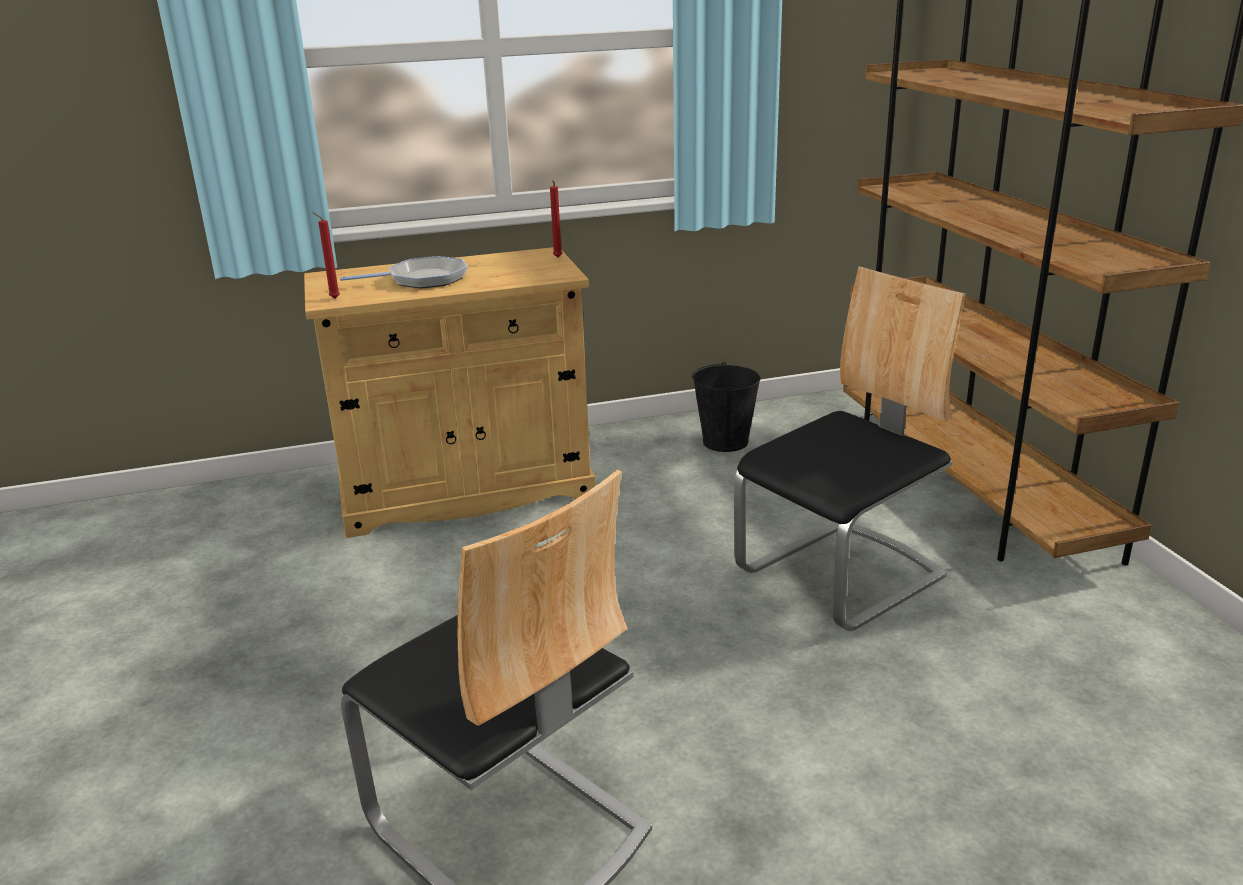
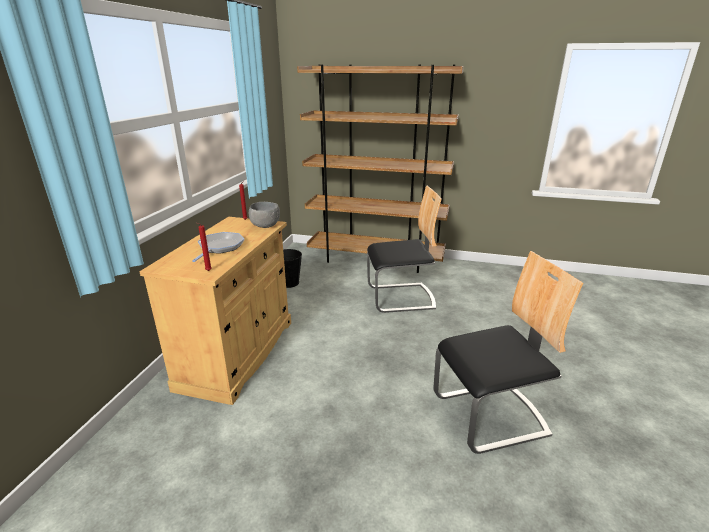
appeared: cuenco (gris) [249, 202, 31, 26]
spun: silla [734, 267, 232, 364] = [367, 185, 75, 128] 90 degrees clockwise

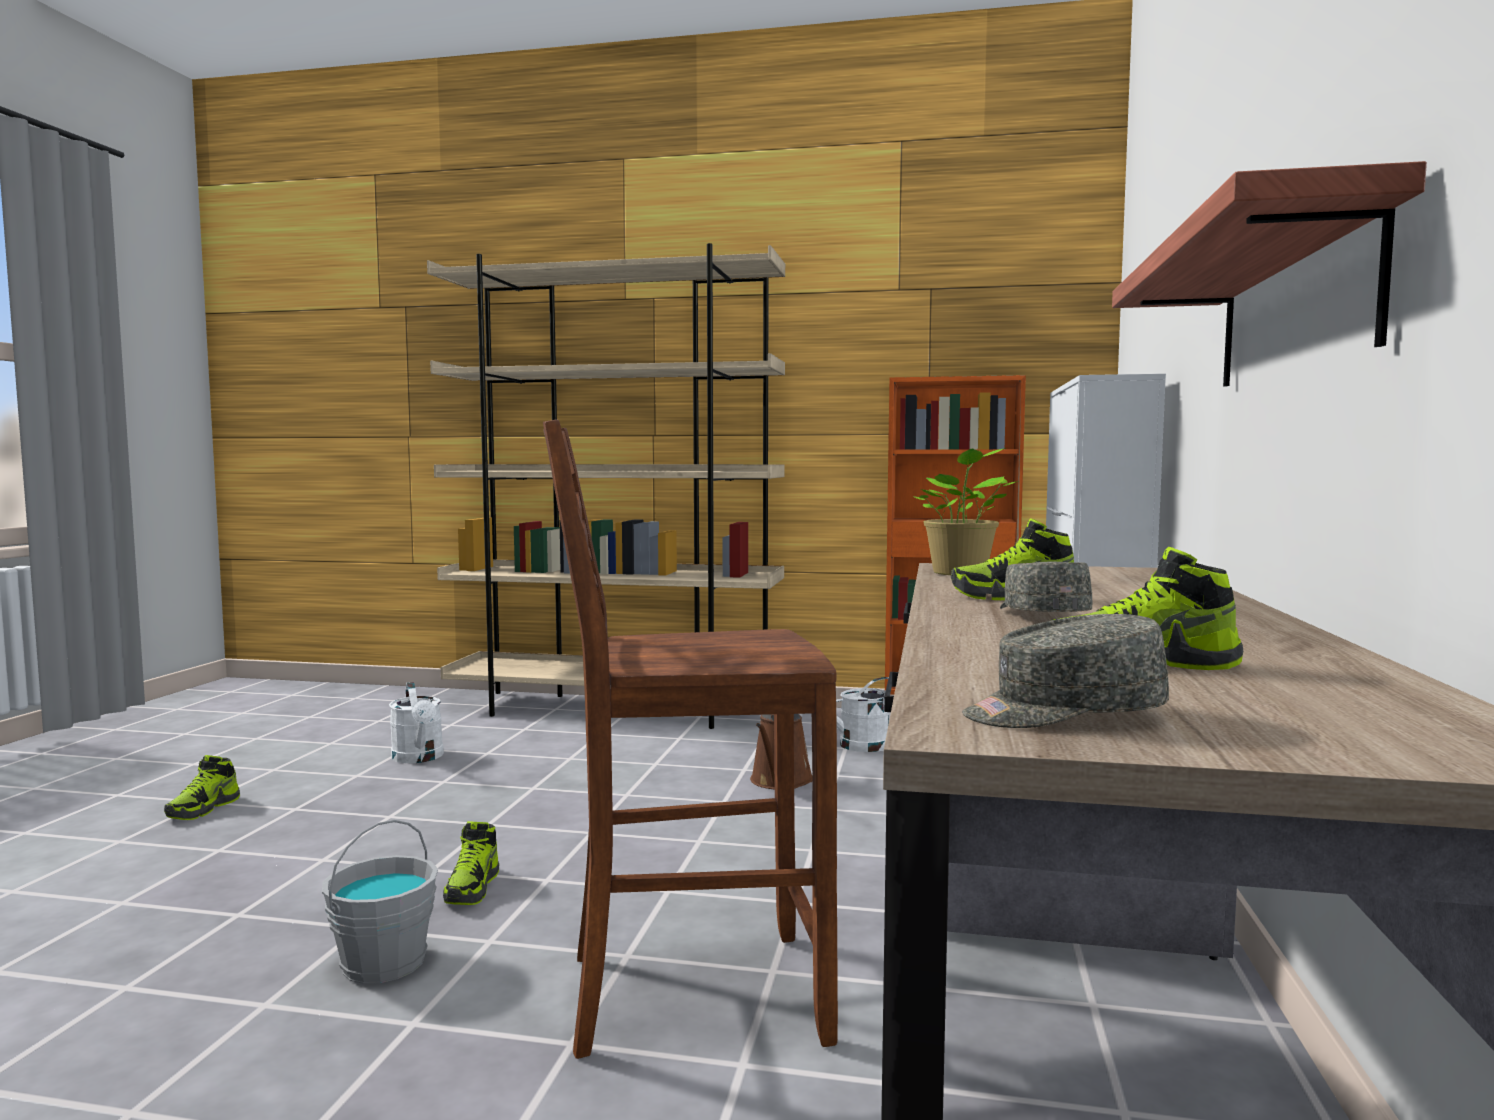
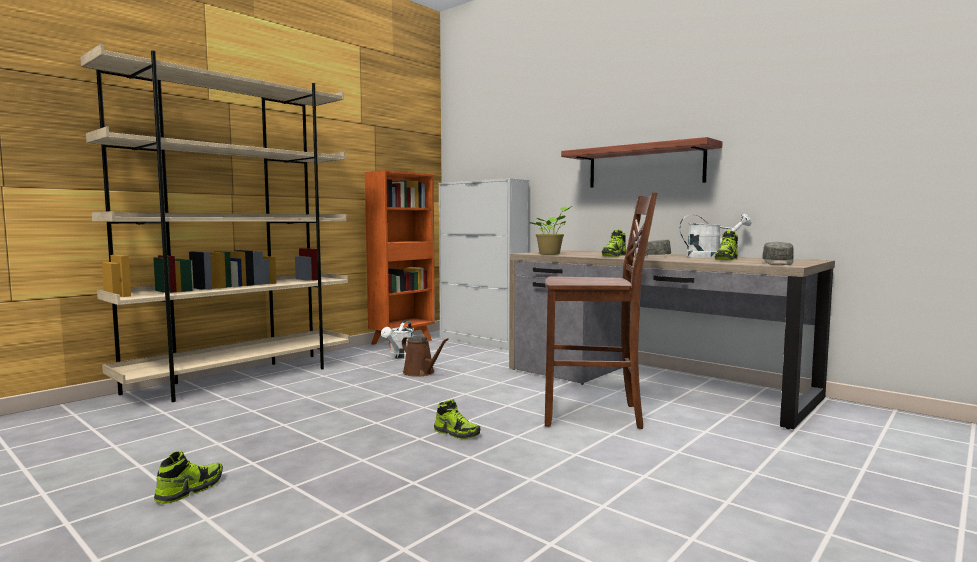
missing: cubo (gris) [322, 820, 116, 164]
relocated: regadera (blanco) [389, 682, 55, 81] to [679, 214, 73, 44]
spun: silla (marrón) [543, 420, 295, 639] = [545, 192, 113, 237] 105 degrees counterclockwise; zapato [164, 755, 76, 65] = [154, 451, 69, 52] 105 degrees counterclockwise

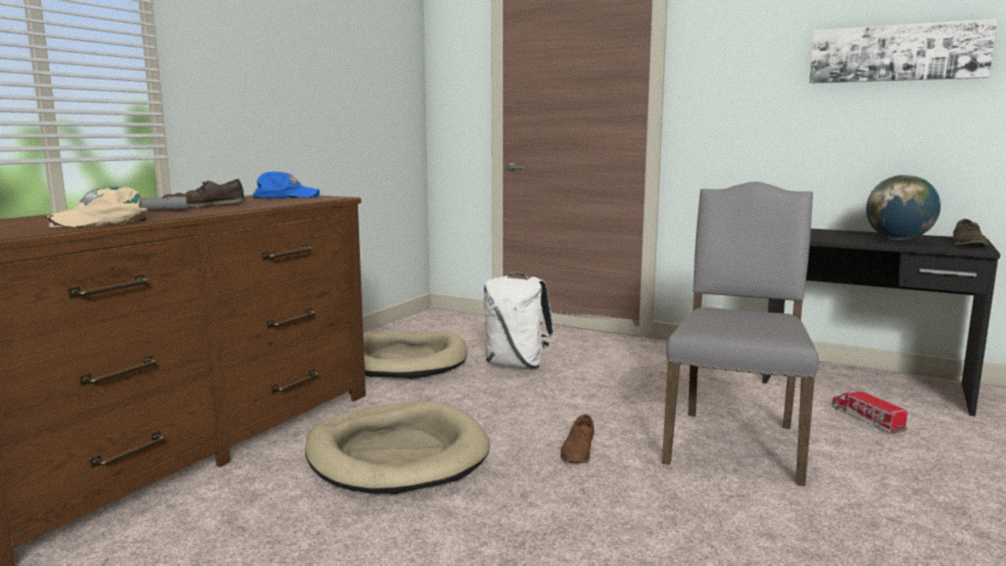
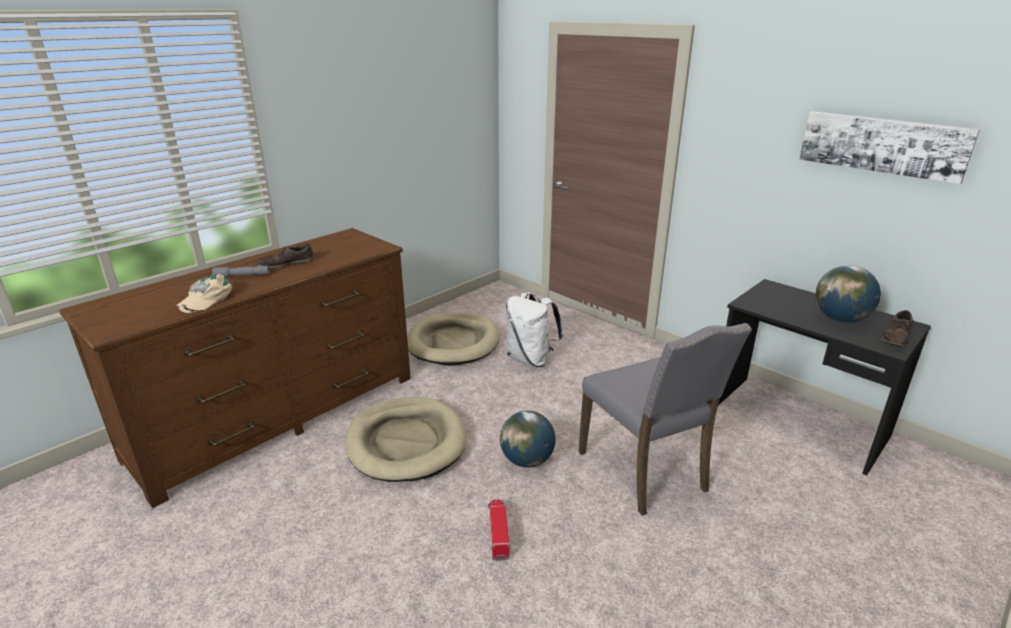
missing: gorra (azul) [253, 172, 67, 27]
relocated: camión de juguete [832, 390, 76, 44] to [488, 500, 22, 61]
exchanged: zapato (marrón) [560, 414, 34, 49] to globo terráqueo [500, 411, 56, 57]
spun: silla (gris) [662, 182, 157, 304] = [578, 323, 174, 193] 120 degrees clockwise; gorra (beis) [46, 187, 102, 40] = [176, 274, 56, 39] 45 degrees counterclockwise

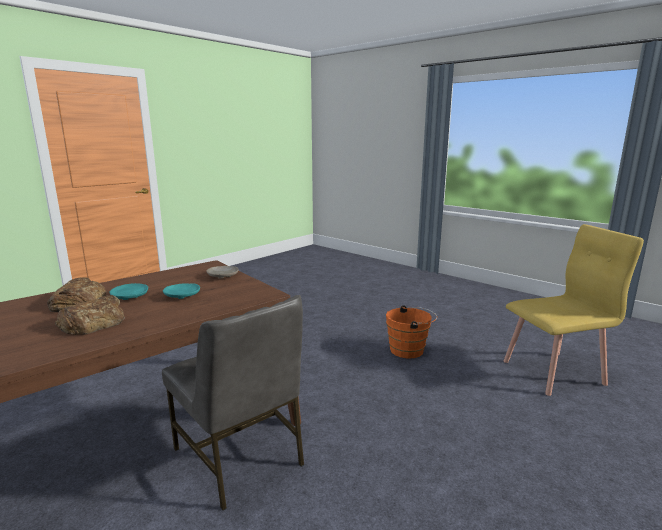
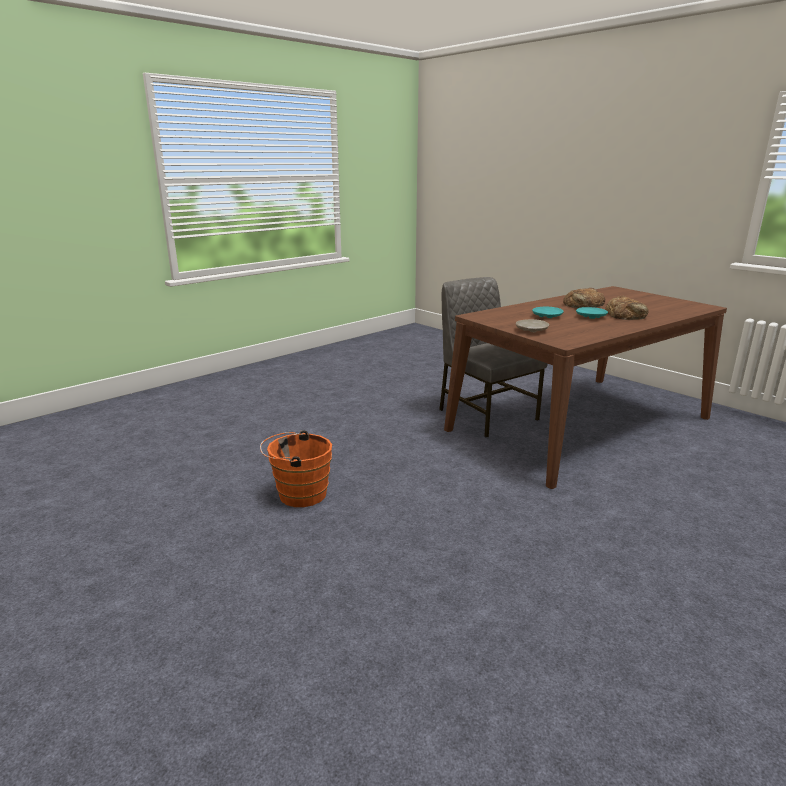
missing: silla (amarillo) [504, 224, 140, 172]

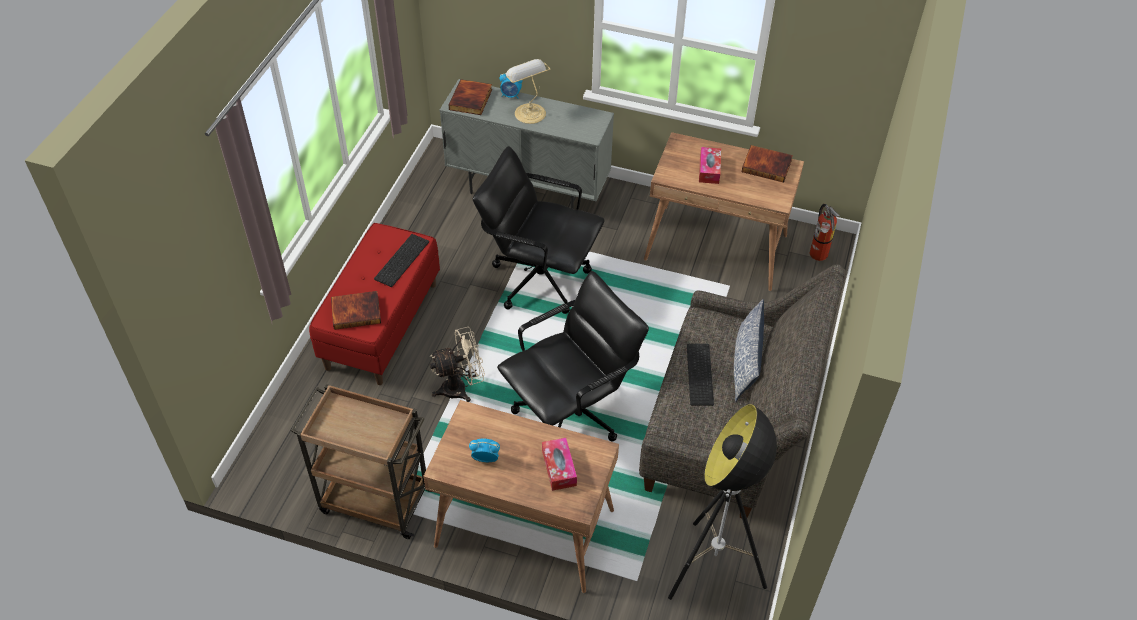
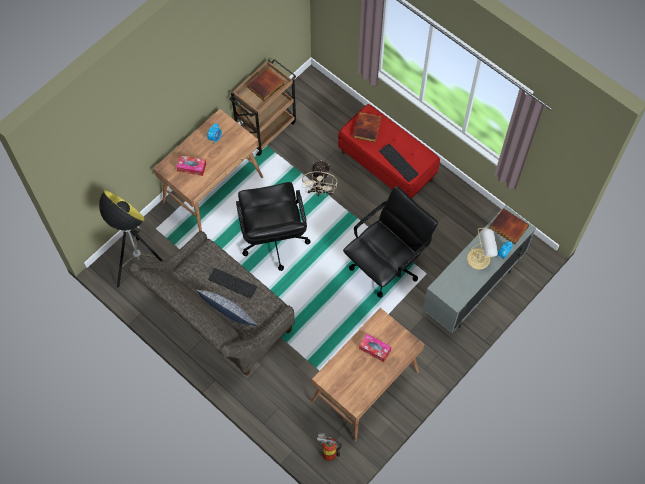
relocated: libro [742, 145, 51, 38] to [248, 68, 36, 33]

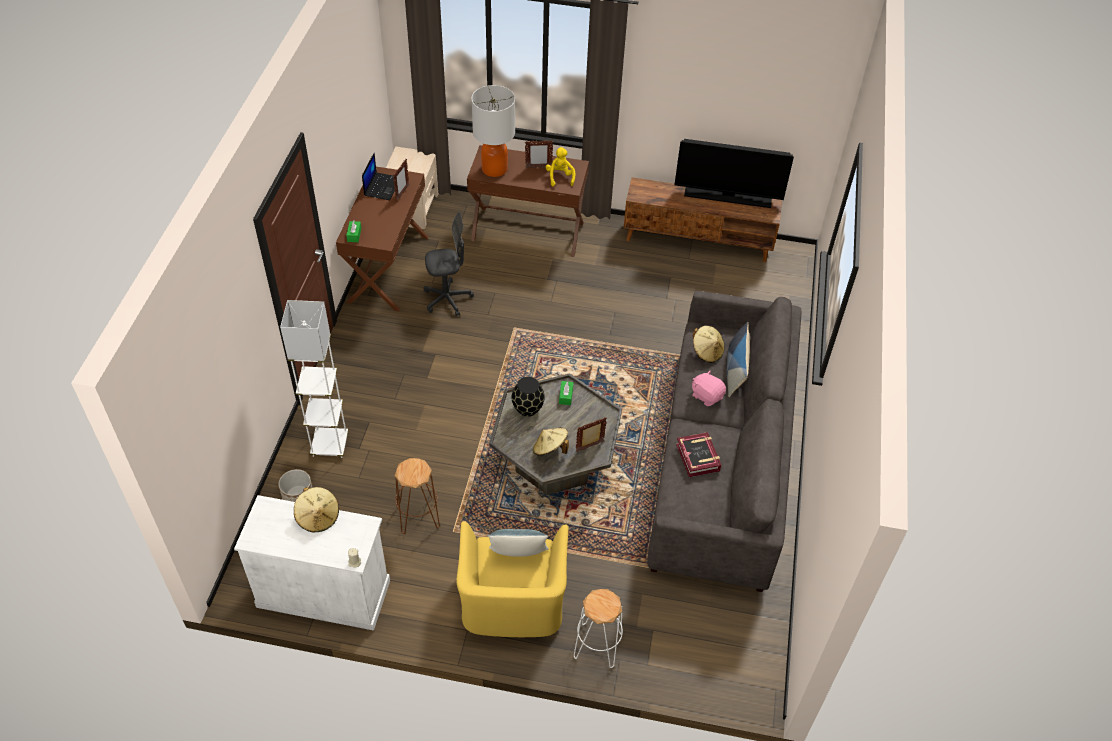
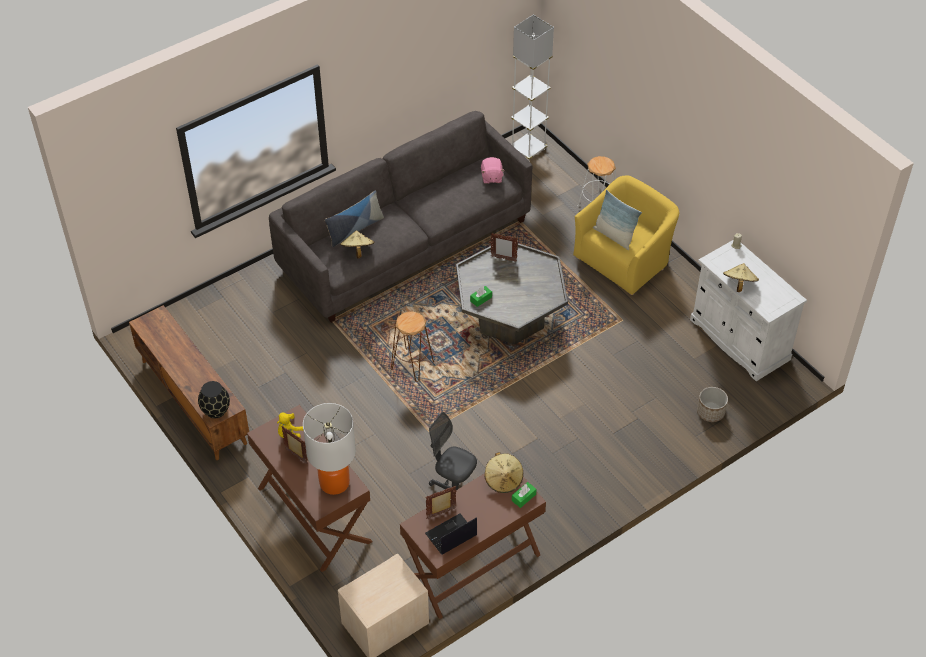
missing: televisor [674, 139, 120, 69]; libro [676, 432, 45, 45]
relocated: lámpara de pie (blanco) [280, 300, 68, 158] to [511, 14, 43, 147]; peluche (rosa) [692, 370, 34, 36] to [481, 157, 24, 27]; florero (negro) [511, 377, 34, 40] to [198, 381, 32, 37]; sombrero (beis) [533, 428, 36, 28] to [484, 452, 39, 41]; taburete (marrón) [395, 458, 45, 76] to [391, 312, 43, 70]

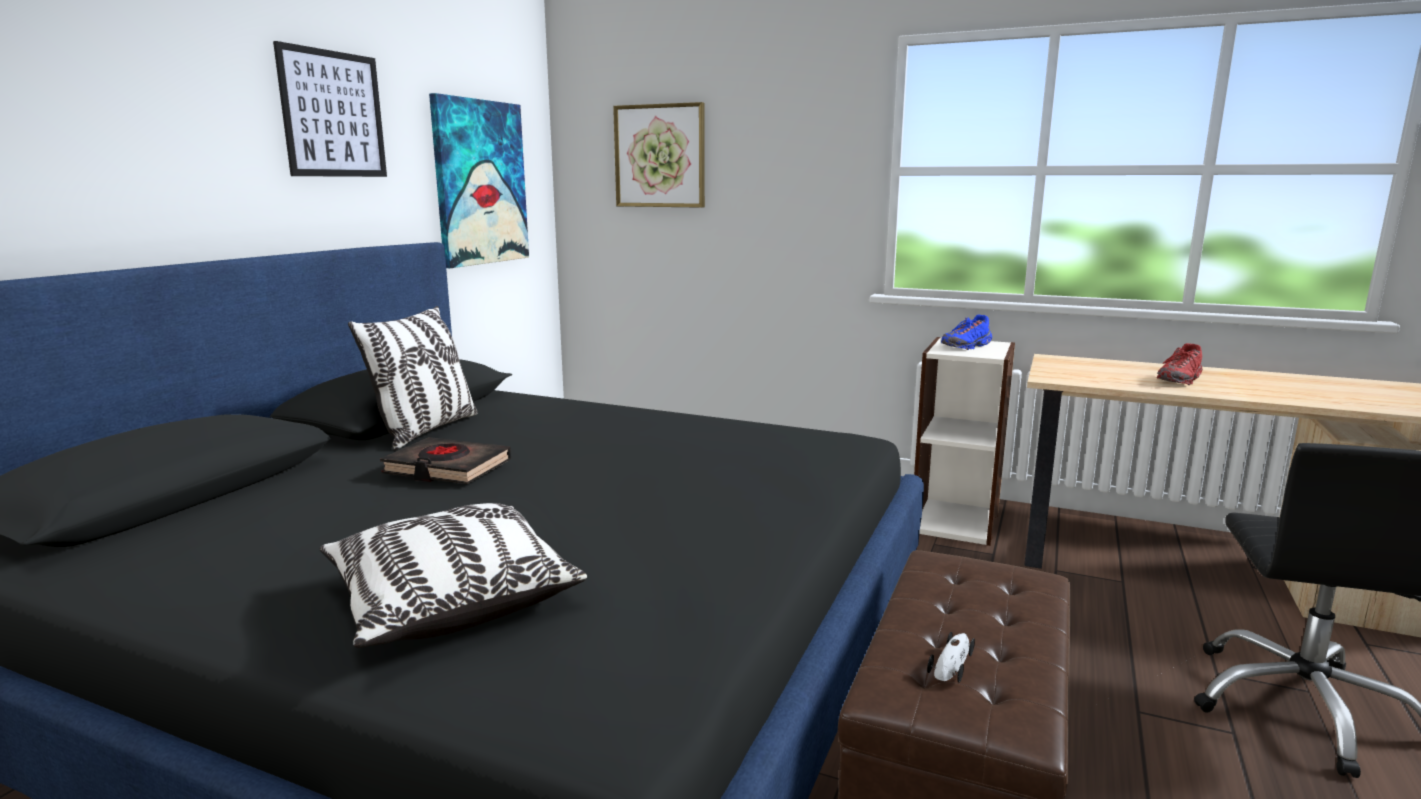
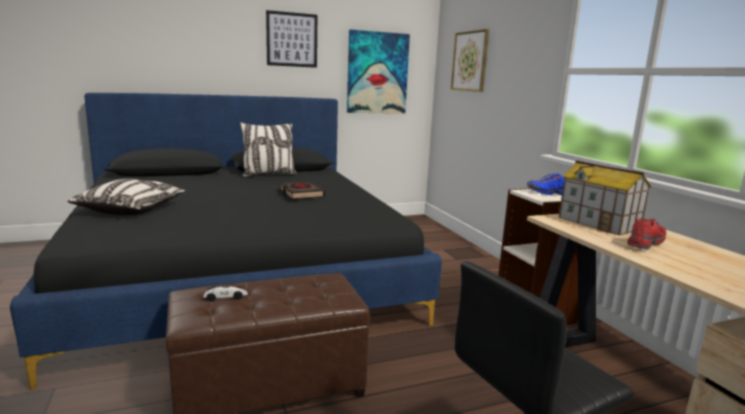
appeared: casita [559, 160, 93, 76]
relocated: libro (negro) [380, 437, 131, 47] to [279, 181, 46, 18]
spun: zapato (rojo) [1157, 343, 45, 42] = [627, 218, 39, 32] 135 degrees clockwise

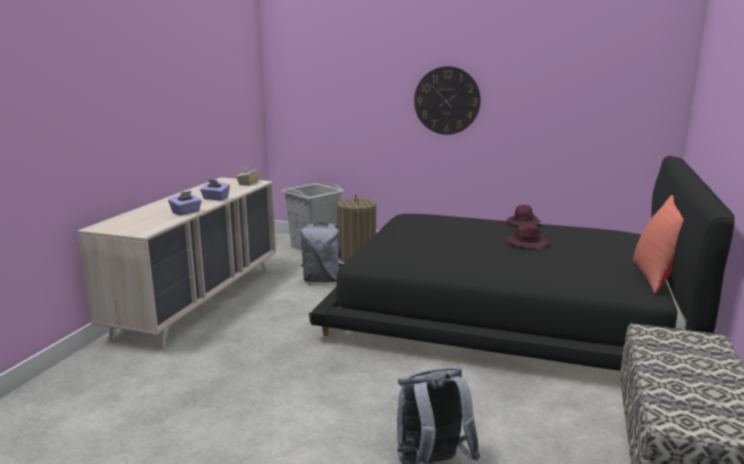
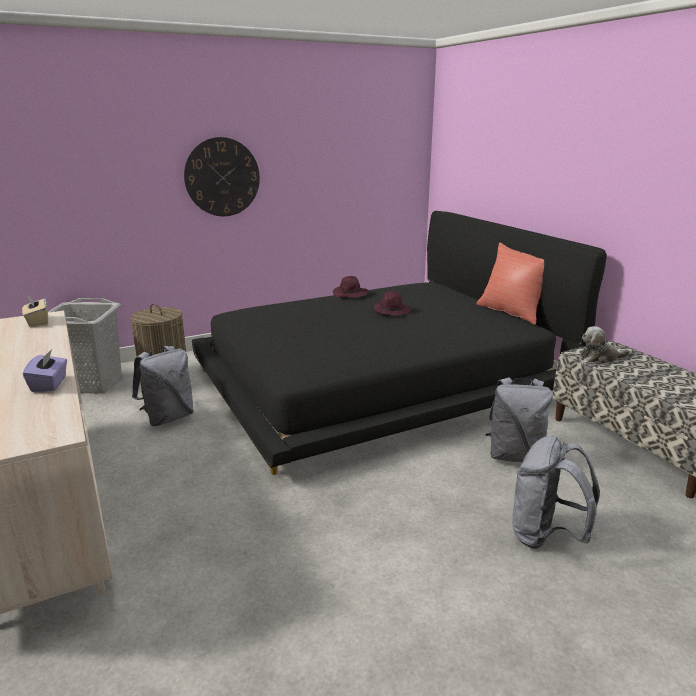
missing: caja de pañuelos (morado) [200, 179, 30, 22]
appeared: peluche [581, 326, 48, 37]; mochila (gris) [485, 377, 68, 85]

